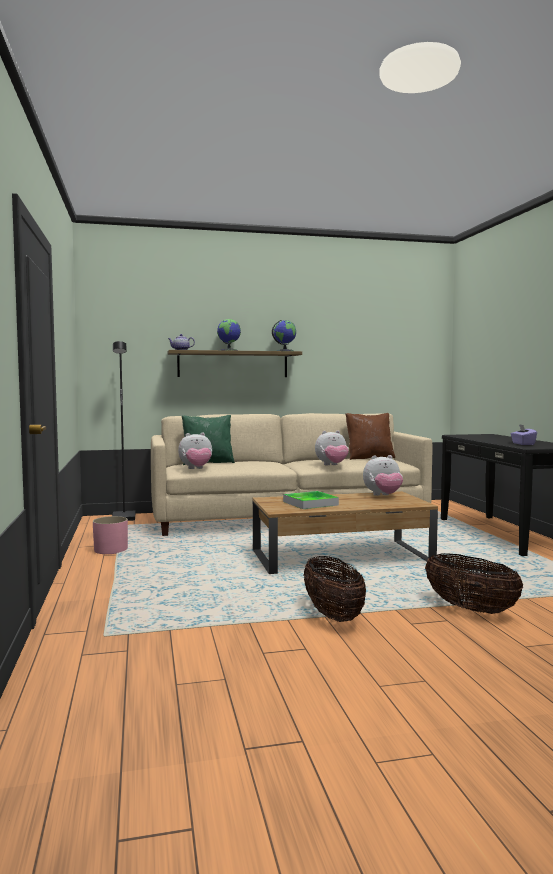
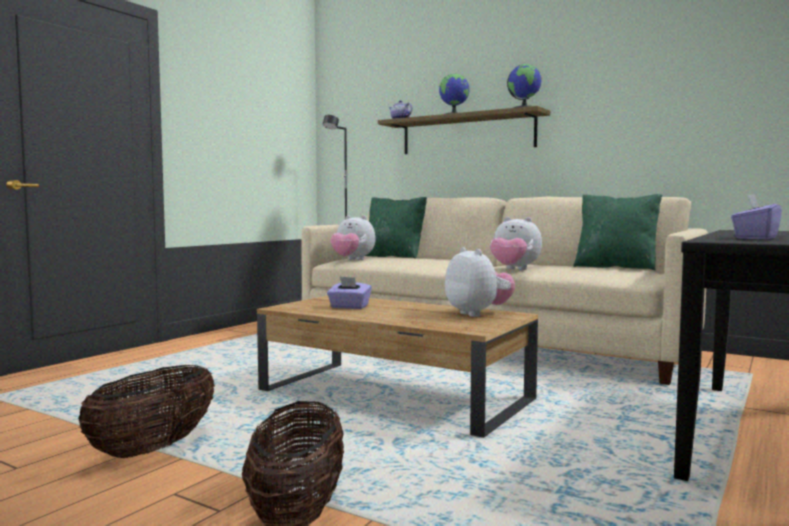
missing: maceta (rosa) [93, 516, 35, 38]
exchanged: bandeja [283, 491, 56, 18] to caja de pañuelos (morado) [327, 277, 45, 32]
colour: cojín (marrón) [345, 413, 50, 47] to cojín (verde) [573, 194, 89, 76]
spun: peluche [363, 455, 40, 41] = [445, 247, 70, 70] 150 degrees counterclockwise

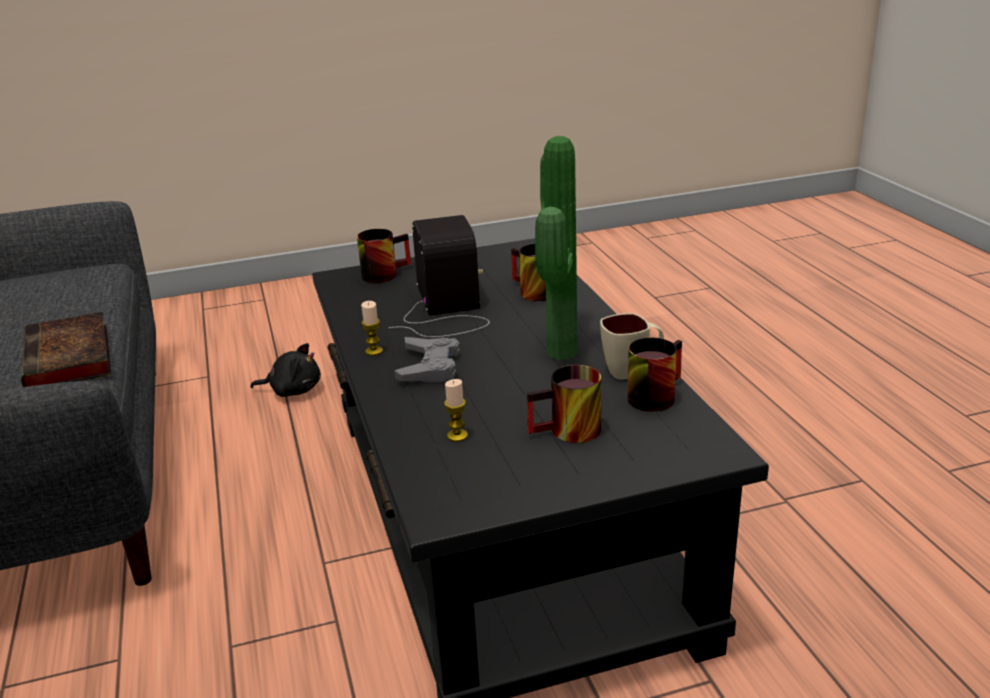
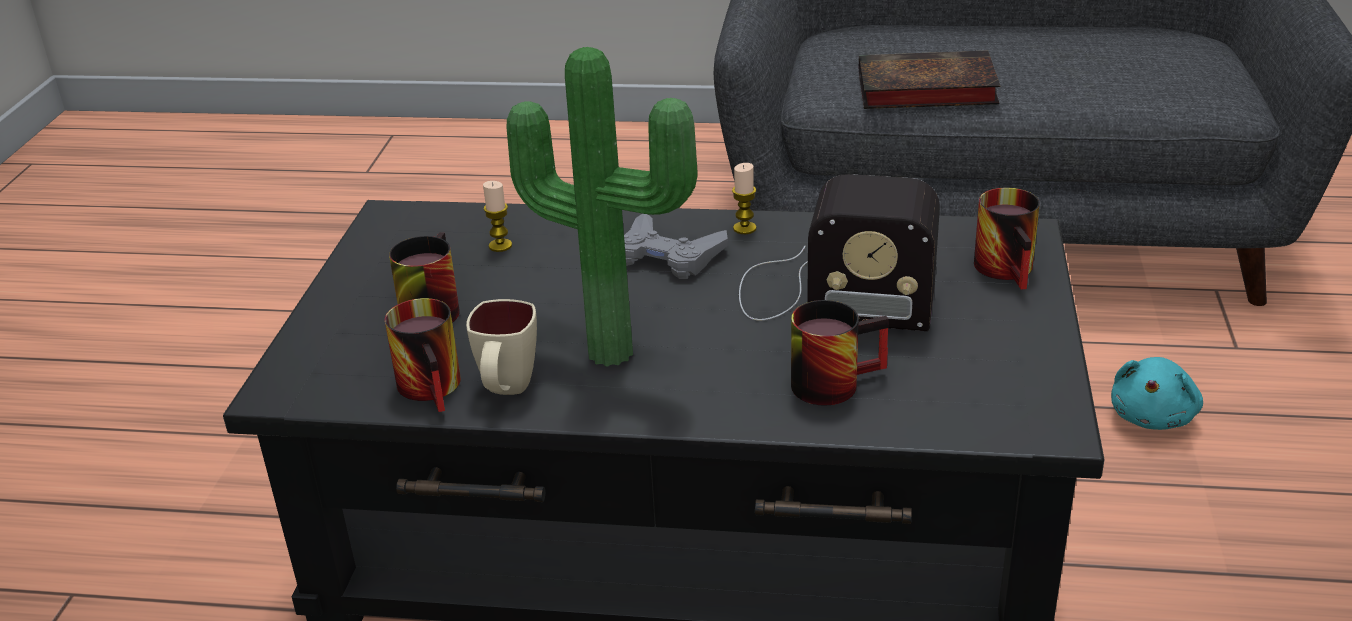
colour: peluche (negro) [251, 343, 70, 54] to peluche (turquesa) [1111, 357, 92, 73]

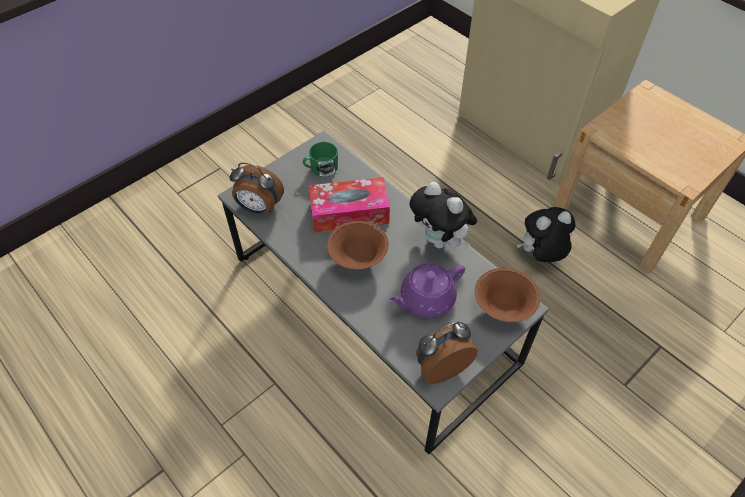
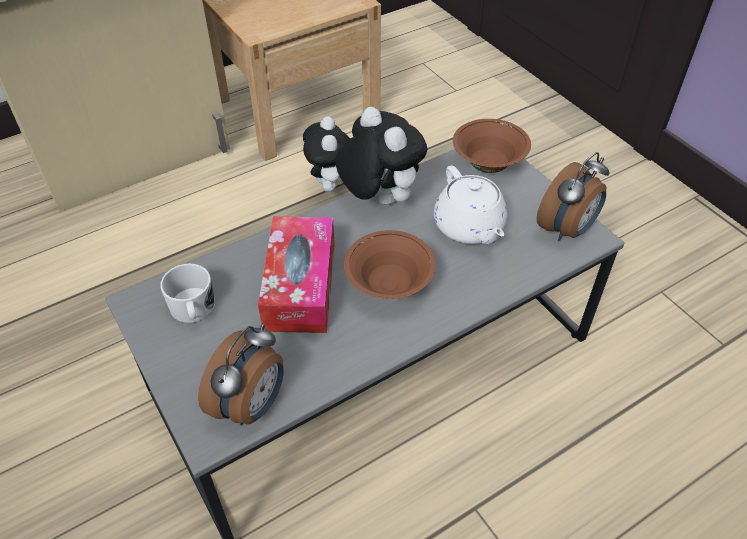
colour: taza grande (verde) [303, 142, 35, 35] to taza grande (blanco) [160, 263, 55, 60]; tetera (morado) [388, 263, 77, 55] to tetera (blanco) [434, 165, 73, 79]
spun: peluche [410, 182, 67, 66] = [335, 107, 92, 98] 90 degrees counterclockwise; despertador [416, 322, 62, 62] = [537, 152, 72, 89] 120 degrees counterclockwise

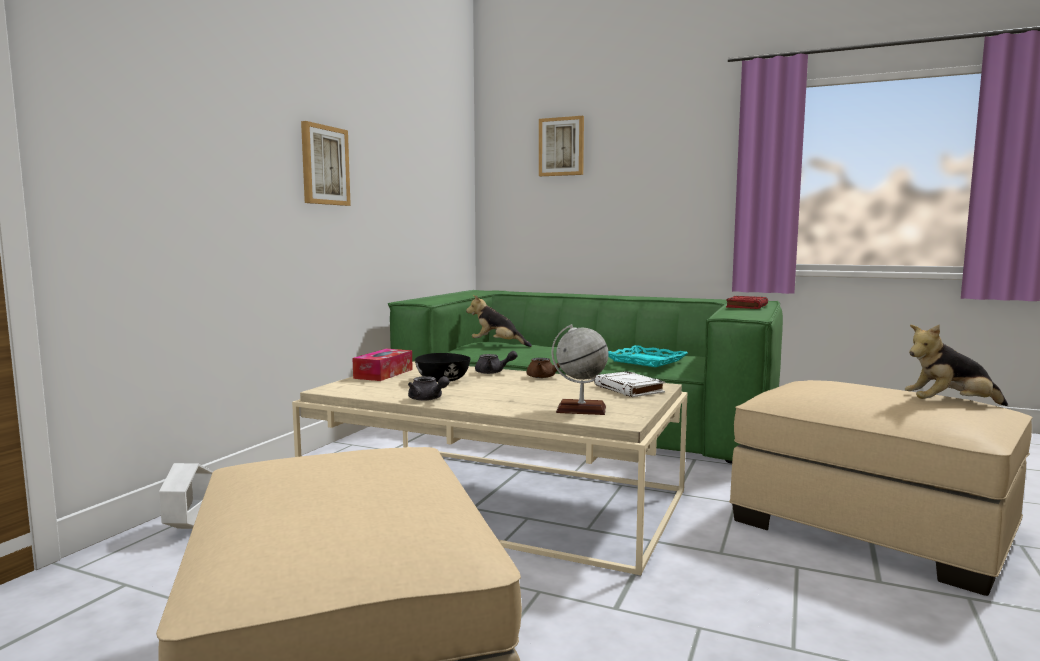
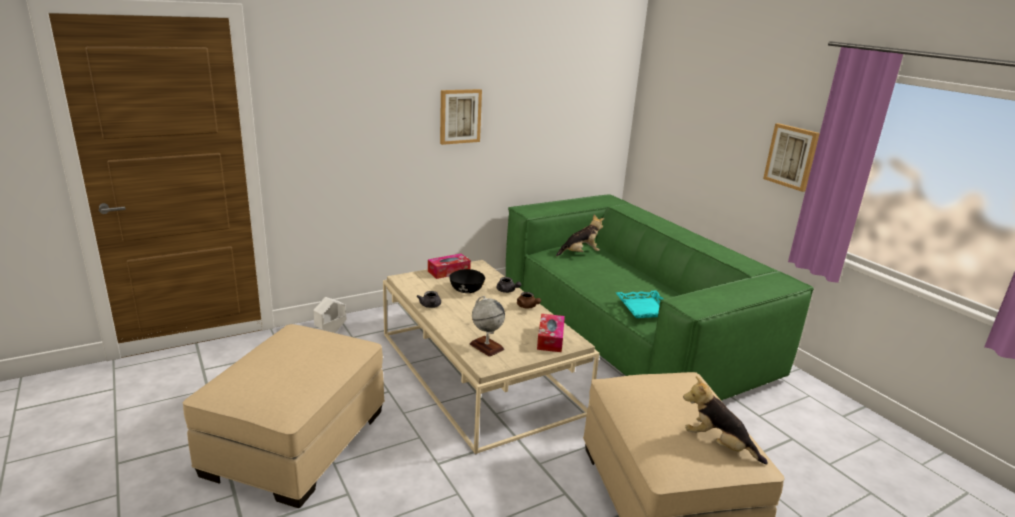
missing: libro (rojo) [726, 296, 42, 13]
relocated: cuadro [539, 116, 45, 60] to [763, 123, 57, 69]
exchanged: libro (blanco) [594, 371, 71, 26] to caja de pañuelos [537, 314, 28, 38]
spun: peluche [466, 295, 66, 52] = [556, 215, 48, 41] 105 degrees clockwise

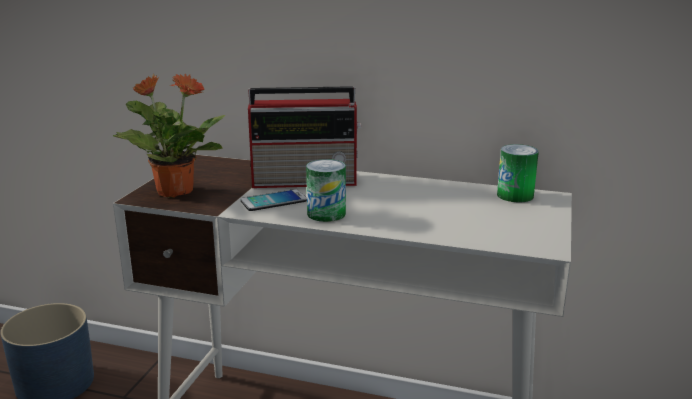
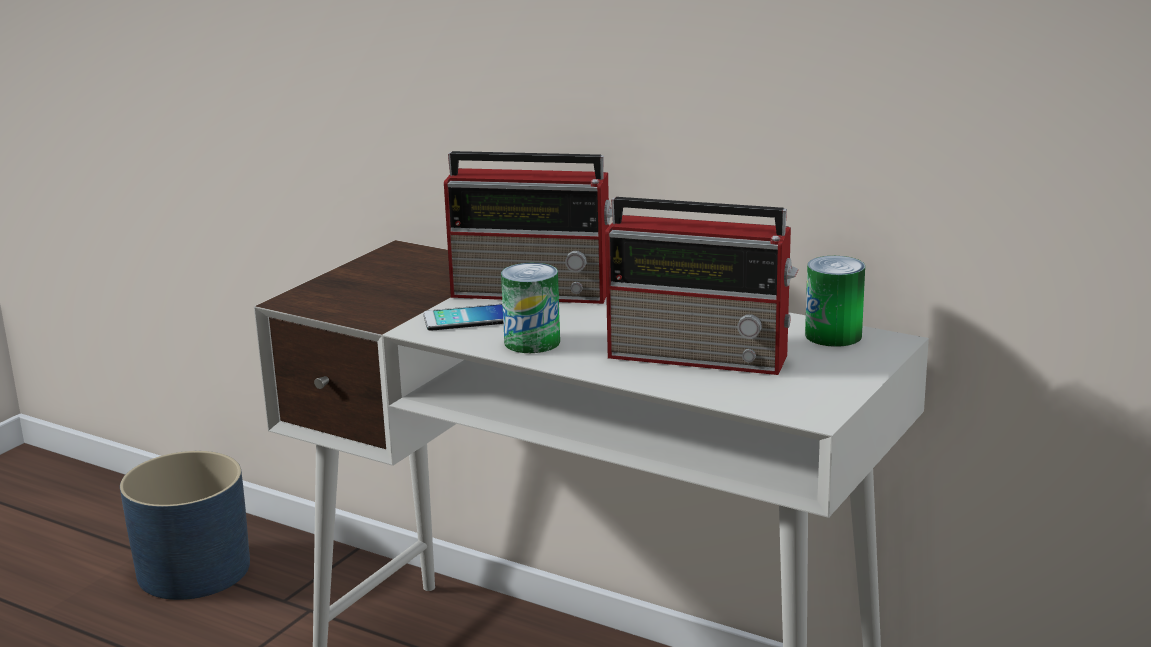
missing: planta en maceta [113, 74, 112, 124]
appeared: radio [605, 197, 193, 178]

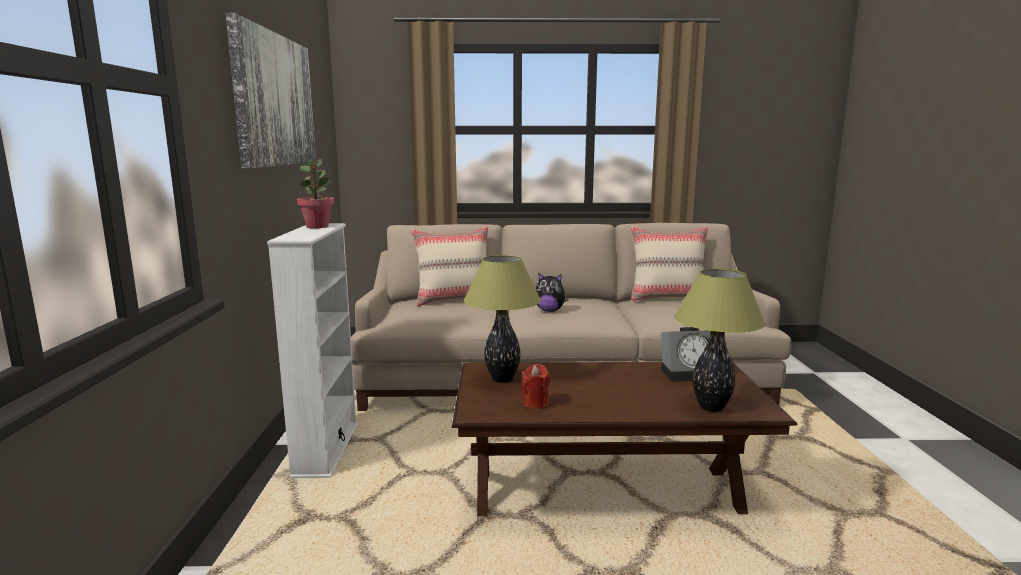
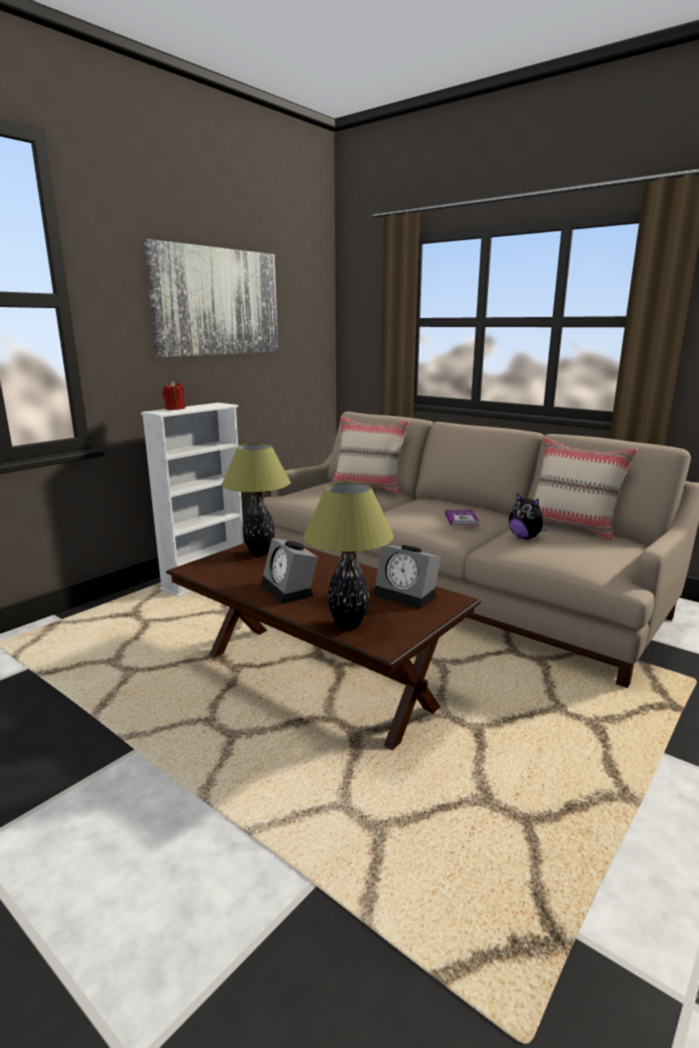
missing: planta en maceta [297, 158, 37, 70]
appeared: libro [445, 510, 34, 15]; despertador [261, 538, 57, 66]
relocated: peluche [536, 273, 33, 39] to [509, 493, 40, 46]; vela (rojo) [521, 364, 29, 45] to [163, 381, 22, 29]

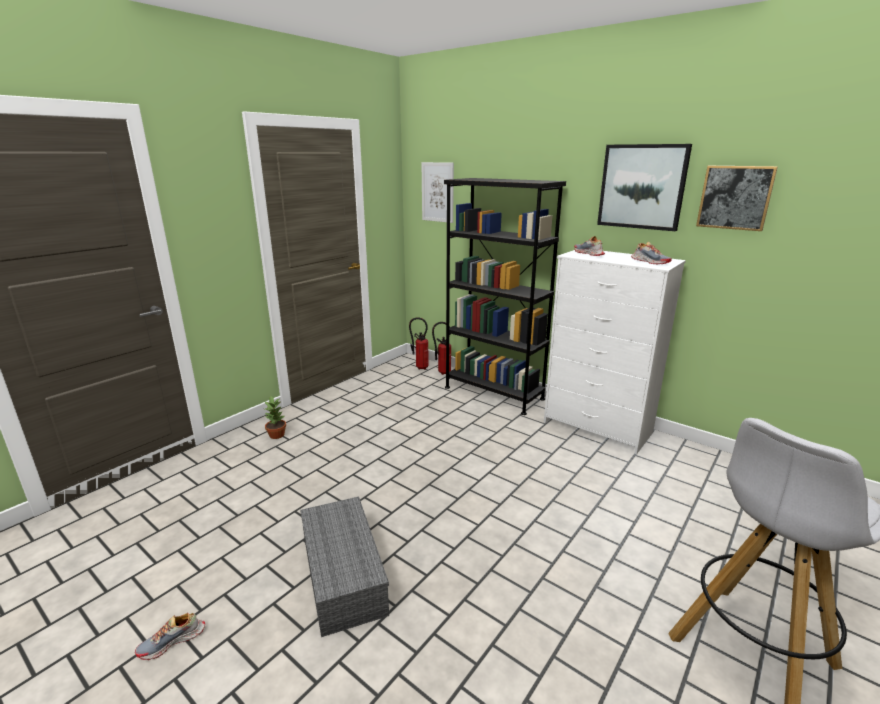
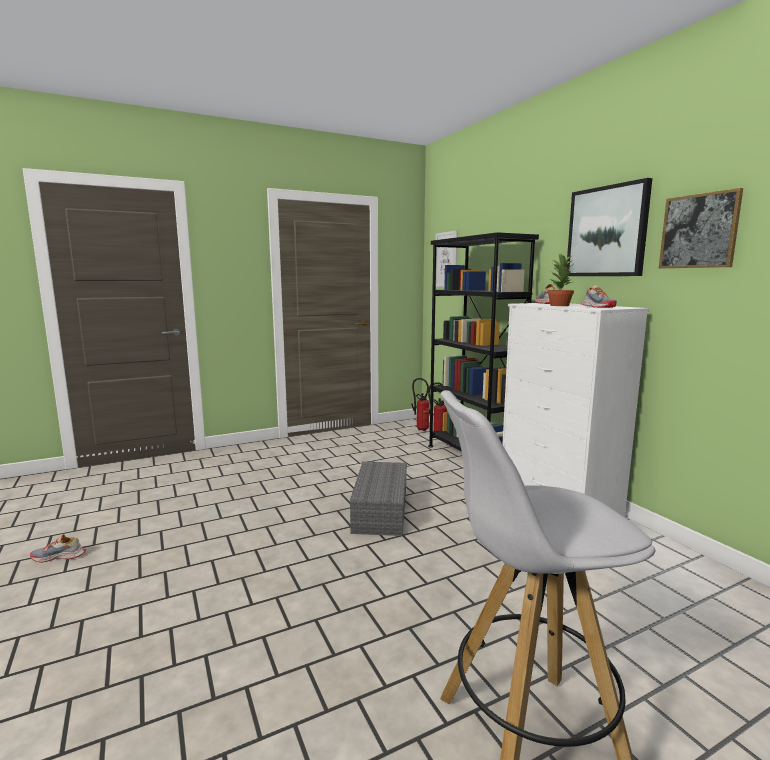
relocated: planta en maceta [264, 396, 22, 43] to [547, 253, 27, 53]; caja de almacenaje (gris) [300, 497, 89, 140] to [350, 462, 57, 74]

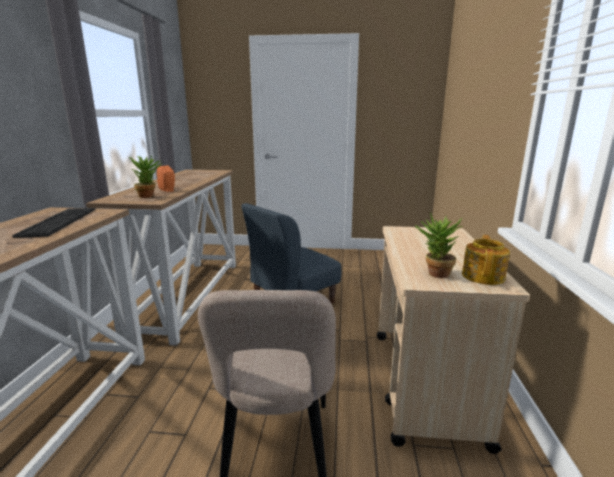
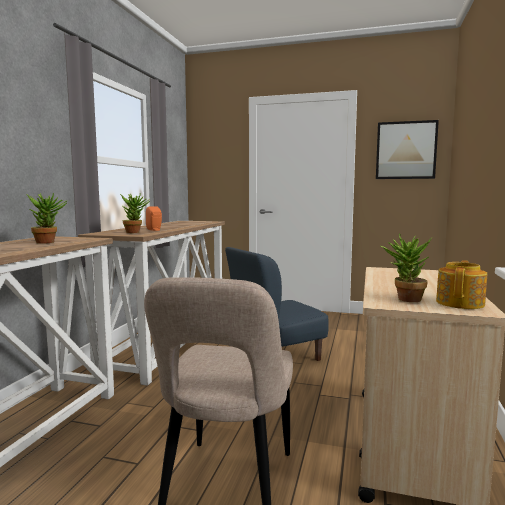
appeared: cuadro [376, 120, 63, 59]
exchanged: teclado [12, 208, 84, 30] to planta en maceta [27, 193, 40, 51]

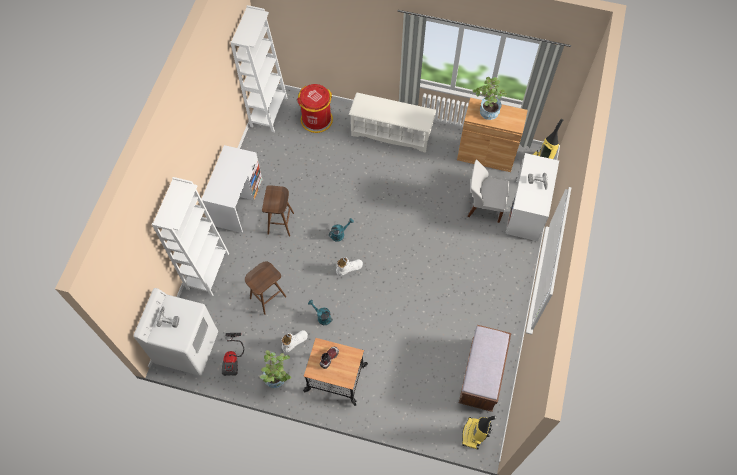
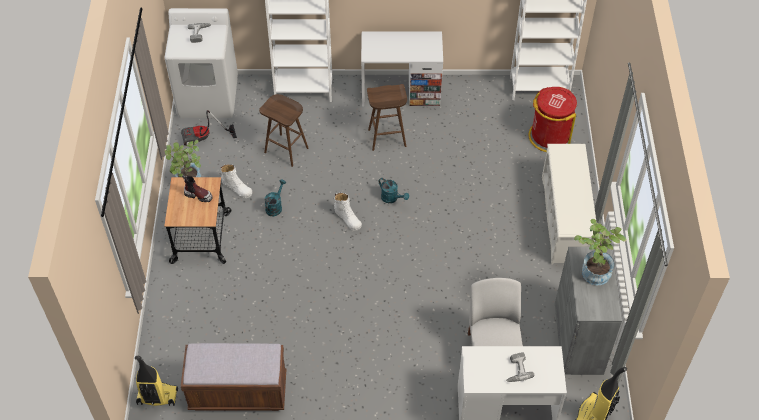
colour: armario (marrón) [457, 98, 71, 74] to armario (gris) [555, 247, 67, 128]

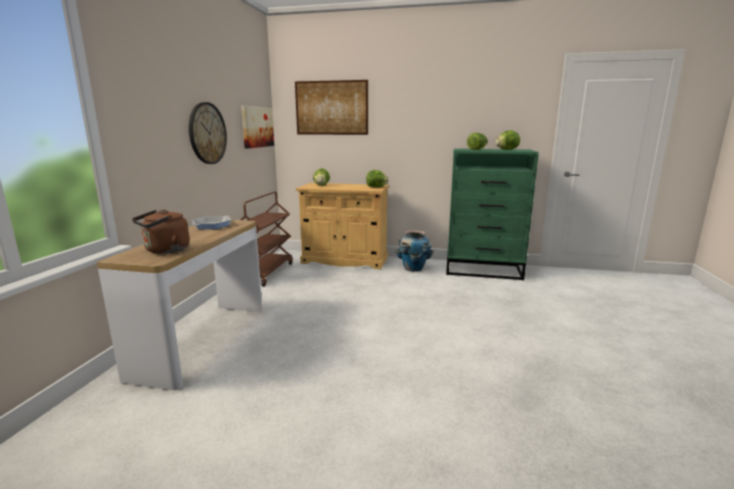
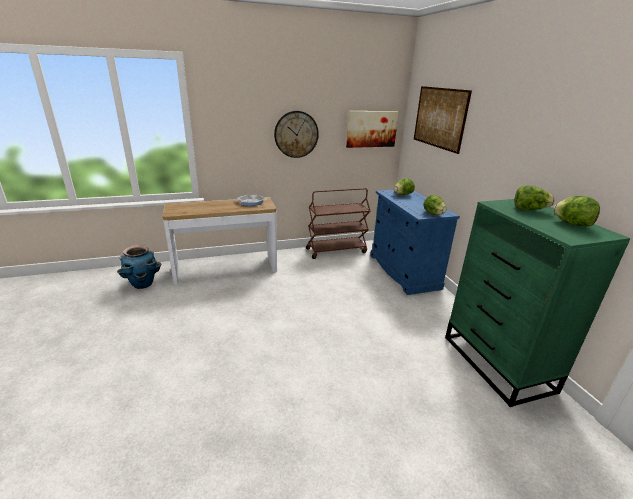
missing: hervidor (marrón) [132, 210, 58, 44]
relocated: maceta [395, 230, 39, 42] to [117, 245, 44, 44]
colour: armario (beis) [296, 183, 93, 86] to armario (azul) [371, 190, 89, 105]

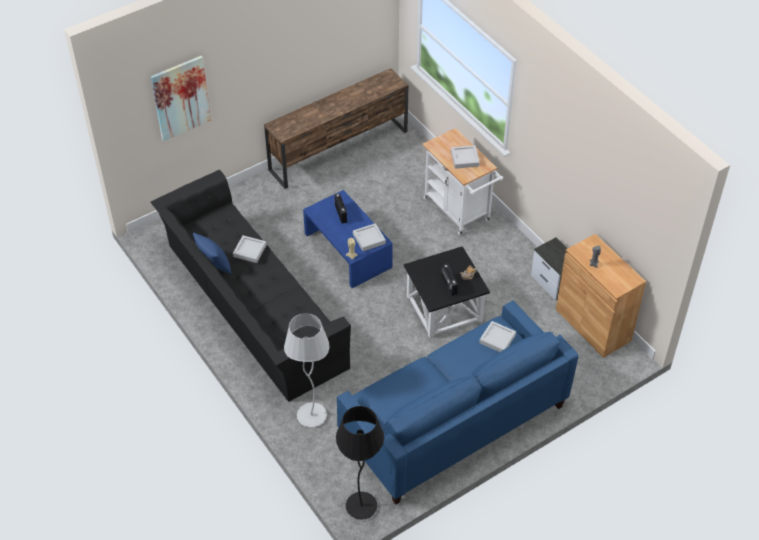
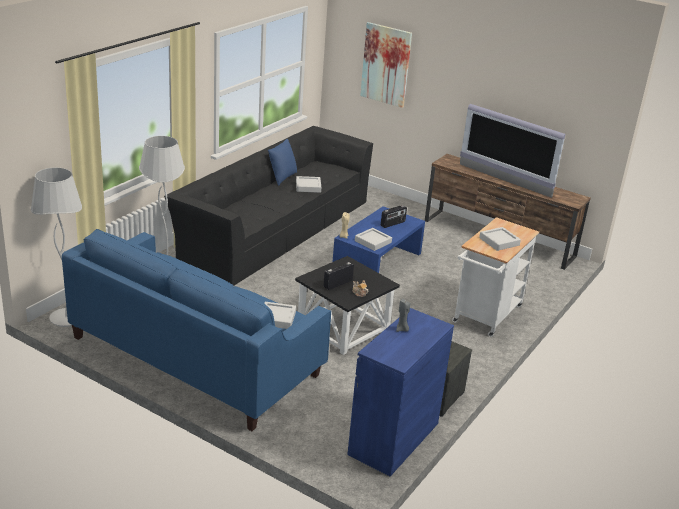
appeared: televisor [460, 104, 105, 94]
colour: armario (marrón) [556, 234, 90, 124] to armario (azul) [347, 308, 107, 168]; lámpara de pie (negro) [336, 406, 49, 114] to lámpara de pie (blanco) [31, 168, 51, 159]

